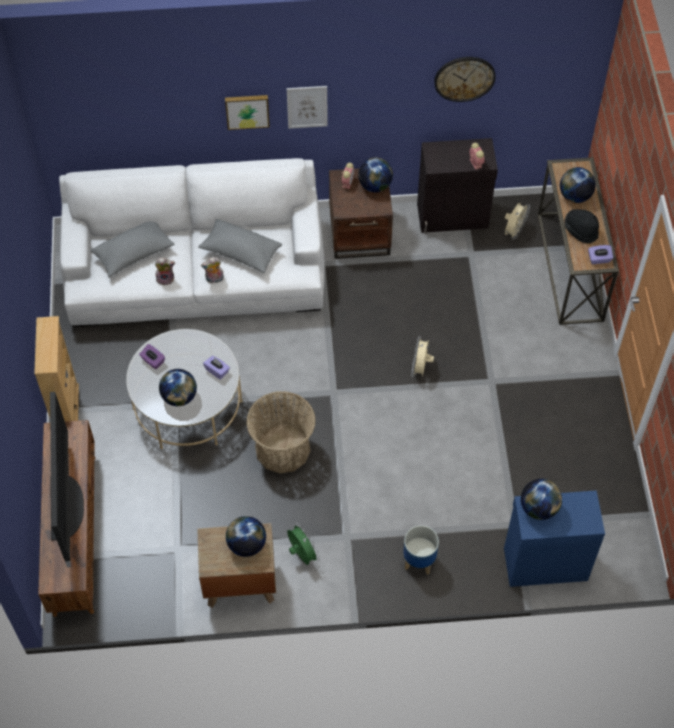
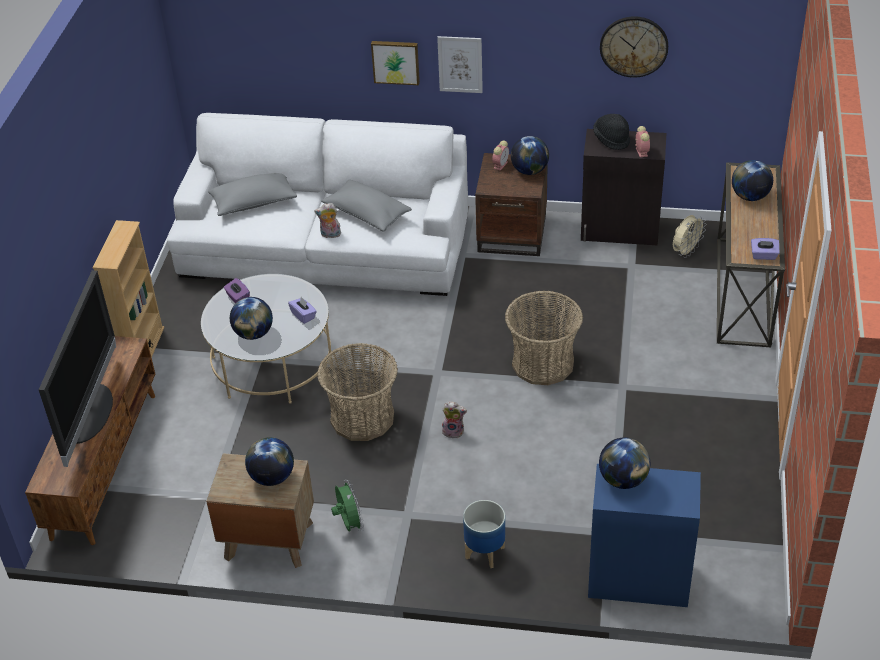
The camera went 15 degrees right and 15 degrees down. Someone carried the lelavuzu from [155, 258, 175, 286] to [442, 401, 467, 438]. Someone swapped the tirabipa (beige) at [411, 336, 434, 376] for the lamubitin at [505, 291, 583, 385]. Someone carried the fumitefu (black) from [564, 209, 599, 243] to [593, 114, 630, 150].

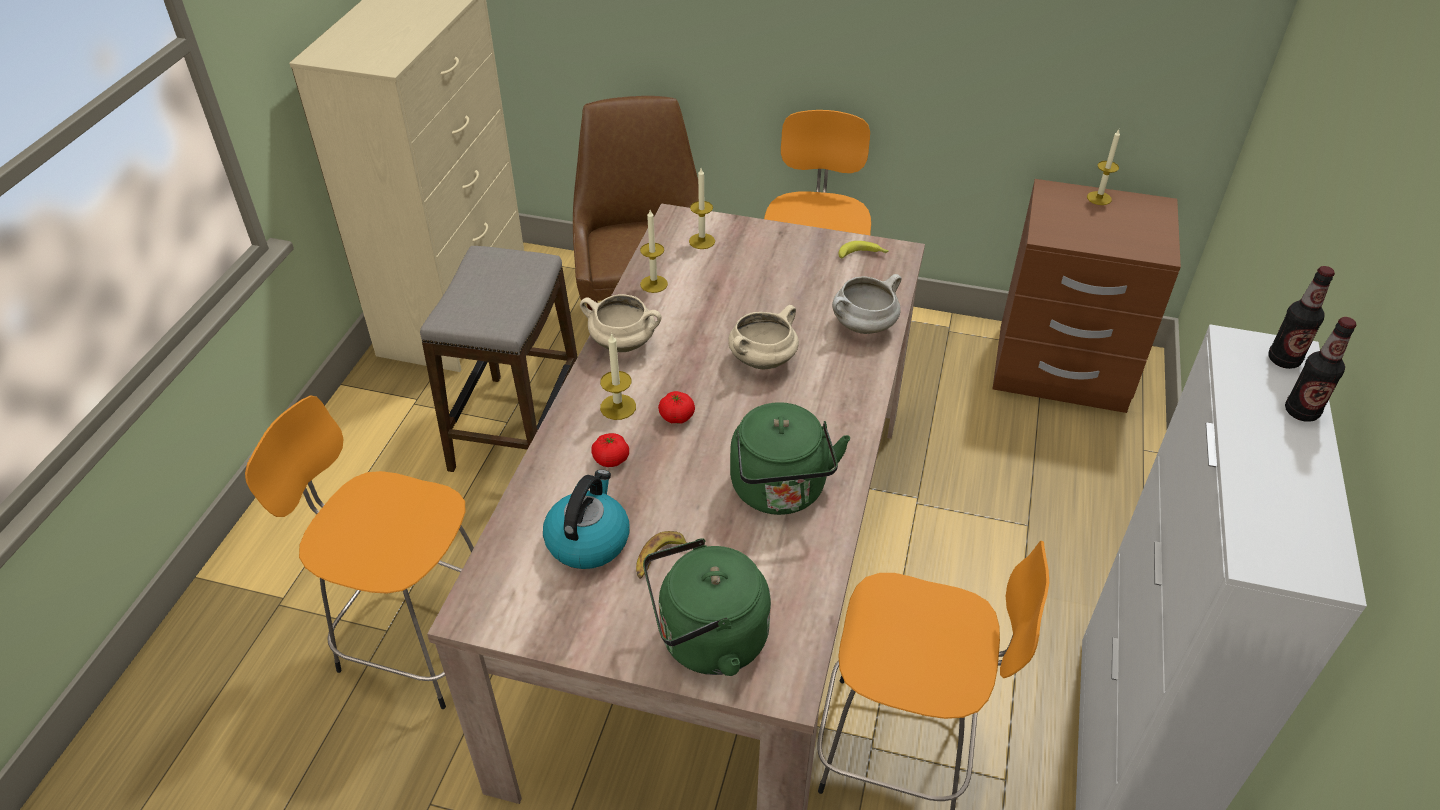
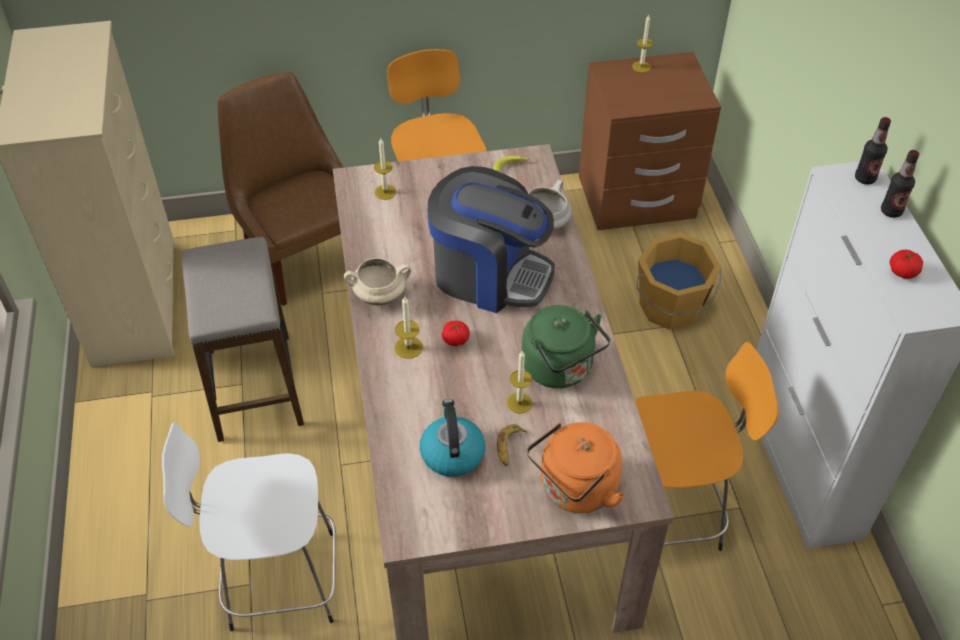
The camera went 25 degrees left and 5 degrees up. Someone repainted the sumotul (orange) at [245, 395, 474, 709], which became the sumotul (white) at [162, 422, 336, 631]. Someone carried the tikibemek from [591, 433, 629, 467] to [889, 250, 923, 279]. Someone carried the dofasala from [640, 210, 668, 293] to [507, 351, 532, 414]. Someone repainted the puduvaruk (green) at [643, 538, 771, 676], which became the puduvaruk (orange) at [527, 422, 625, 513]. Someone swapped the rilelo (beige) at [728, 305, 799, 369] for the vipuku at [428, 166, 555, 313]. Someone put down the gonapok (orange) at [636, 233, 722, 330].

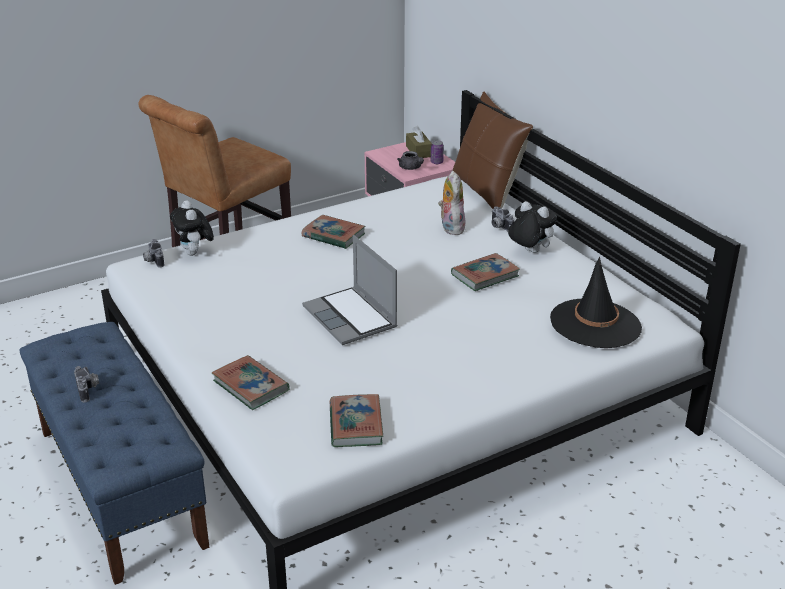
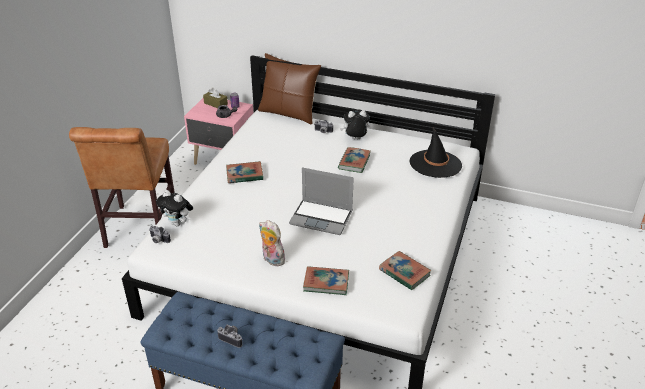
The camera went 40 degrees left and 5 degrees up. Someone carried the lelavuzu from [438, 171, 465, 235] to [259, 220, 285, 266].

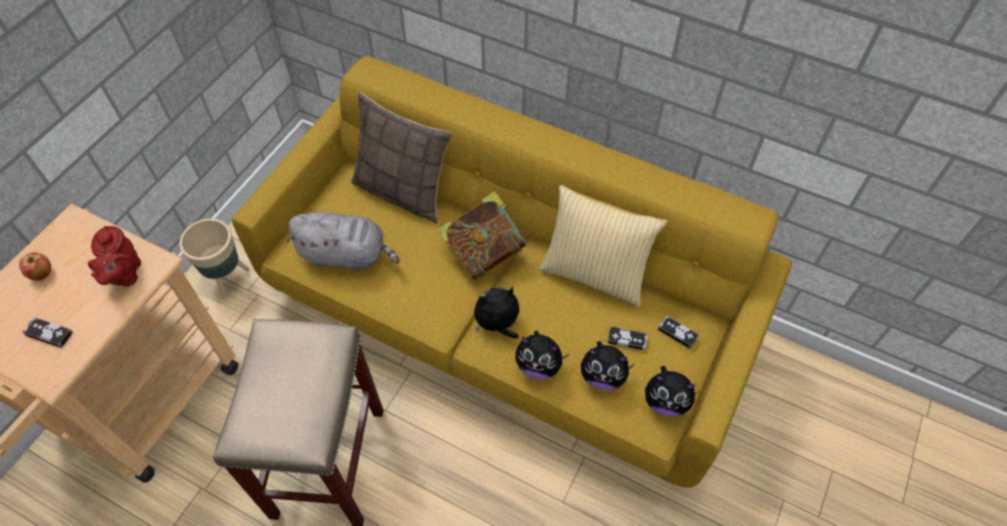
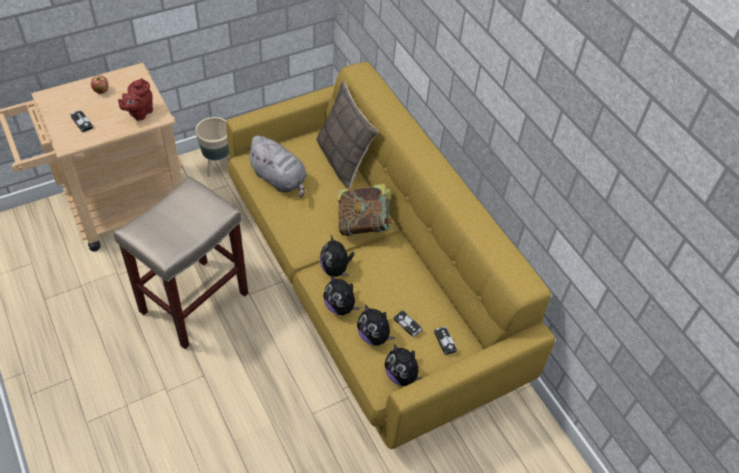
The camera went 30 degrees right and 5 degrees down. Someone rotated the lelavuzu at [474, 287, 519, 338] by 120 degrees counterclockwise. Someone took away the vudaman at [540, 185, 668, 308].

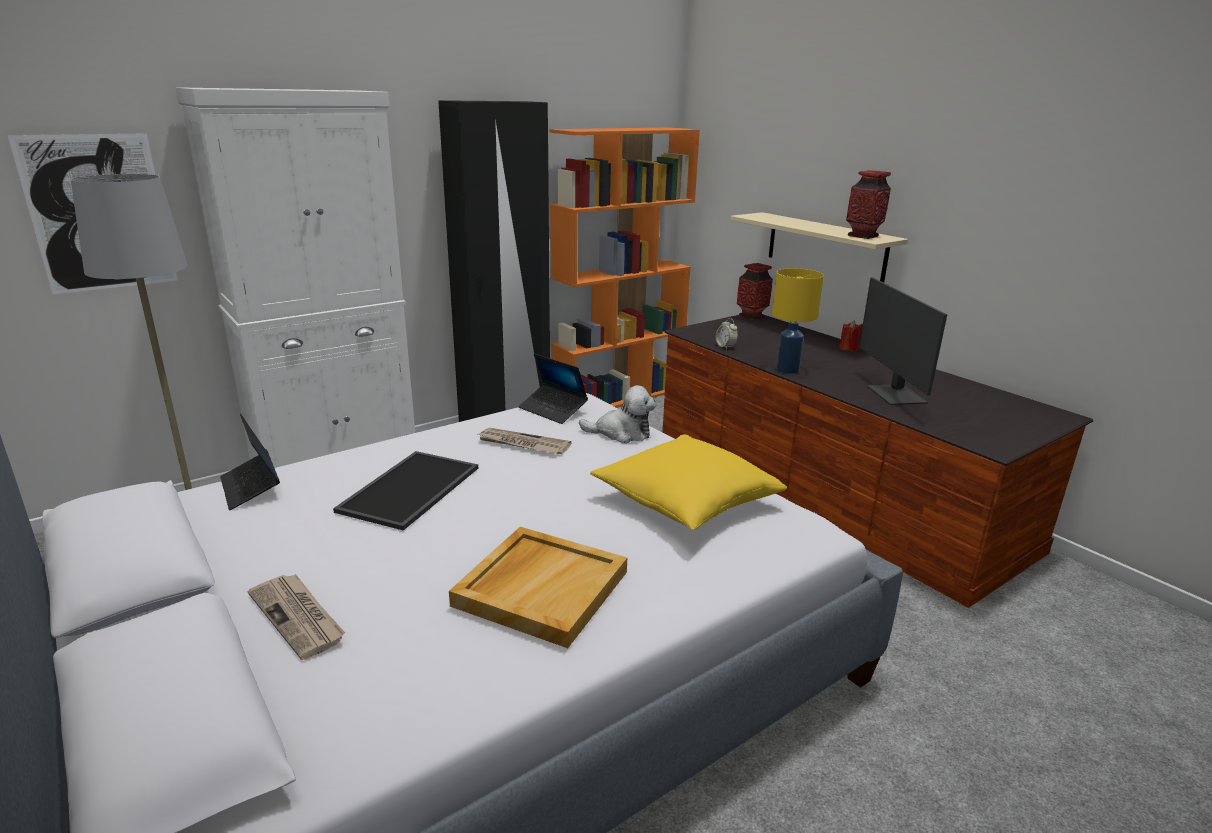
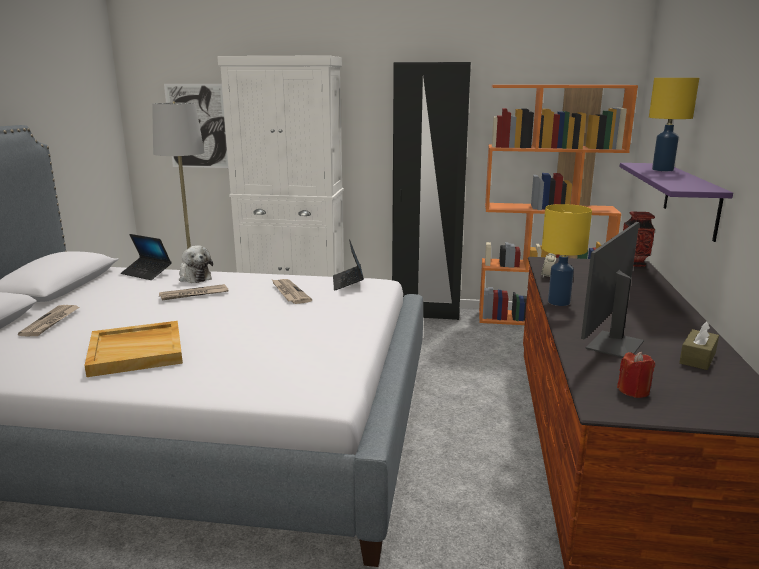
The camera went 45 degrees right and 5 degrees down. Someone rotated the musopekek at [220, 414, 280, 510] by 75 degrees counterclockwise. Someone swapped the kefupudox at [333, 451, 478, 531] for the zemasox at [159, 284, 229, 301]. Someone carried the lelavuzu from [579, 385, 656, 443] to [179, 245, 213, 283]. Someone took away the vudaman (yellow) at [590, 434, 787, 530]. Someone repainted the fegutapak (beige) at [730, 212, 908, 283], which became the fegutapak (purple) at [620, 163, 733, 242]. Someone carried the dofasala (red) from [839, 320, 863, 351] to [617, 352, 655, 398]. Someone took away the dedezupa at [846, 170, 891, 239]. Someone put down the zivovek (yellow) at [649, 78, 699, 171]. Someone put down the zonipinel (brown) at [679, 321, 719, 370].

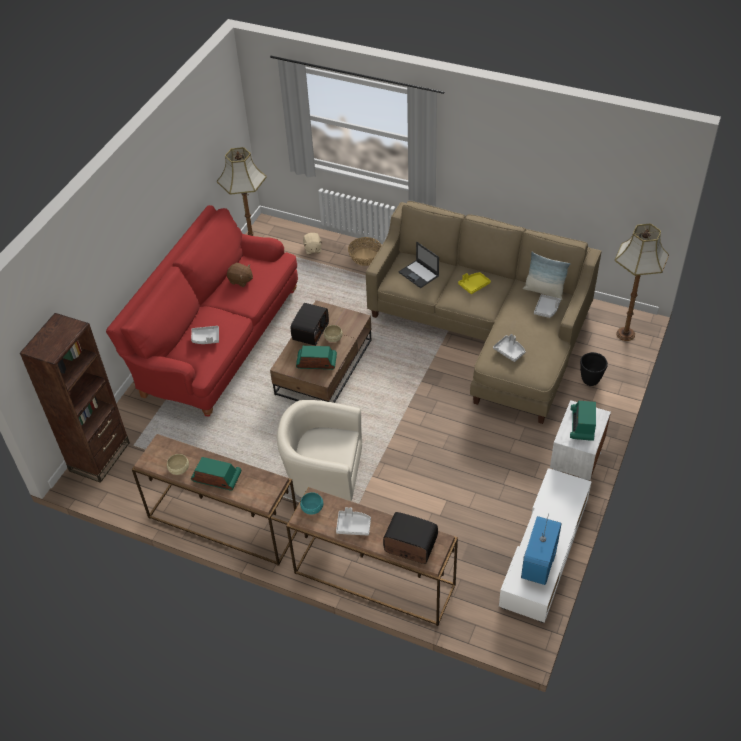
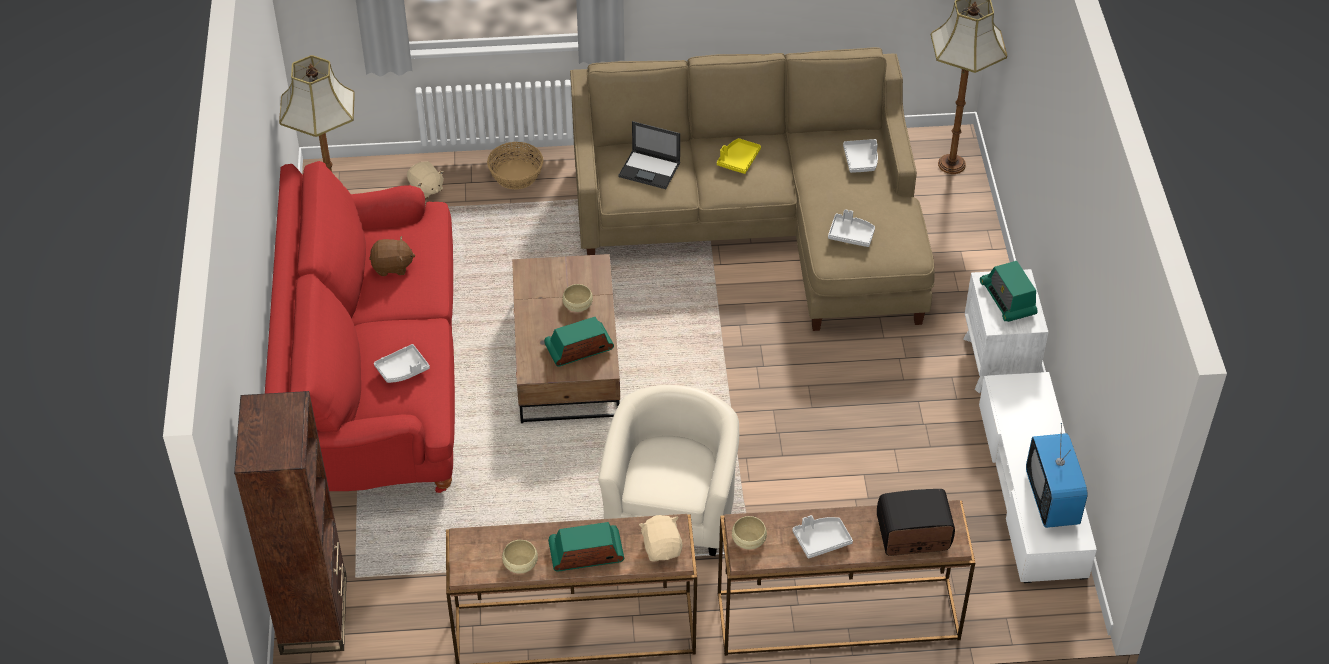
The camera went 30 degrees left and 0 degrees up. Someone rotated the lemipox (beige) at [277, 400, 362, 501] by 120 degrees clockwise. Someone took away the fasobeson at [291, 303, 329, 346]. Someone repainted the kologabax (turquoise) at [300, 492, 323, 515], which became the kologabax (beige) at [732, 516, 767, 550]. Someone took away the vudaman at [523, 252, 571, 300]. Someone took away the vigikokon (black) at [580, 352, 608, 386]. Someone put down the lelavuzu (beige) at [639, 515, 683, 561].

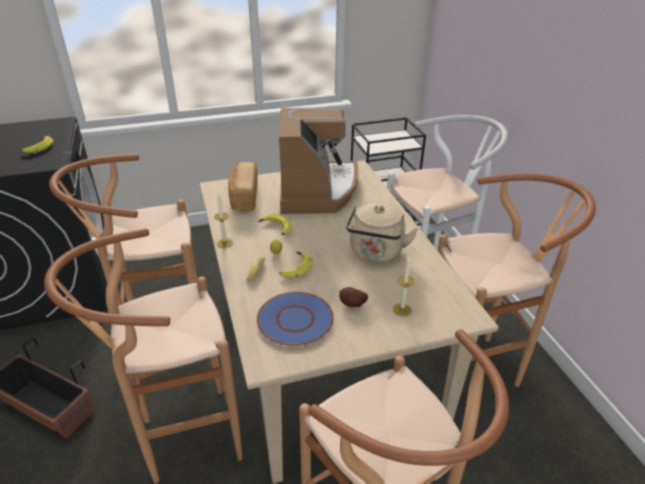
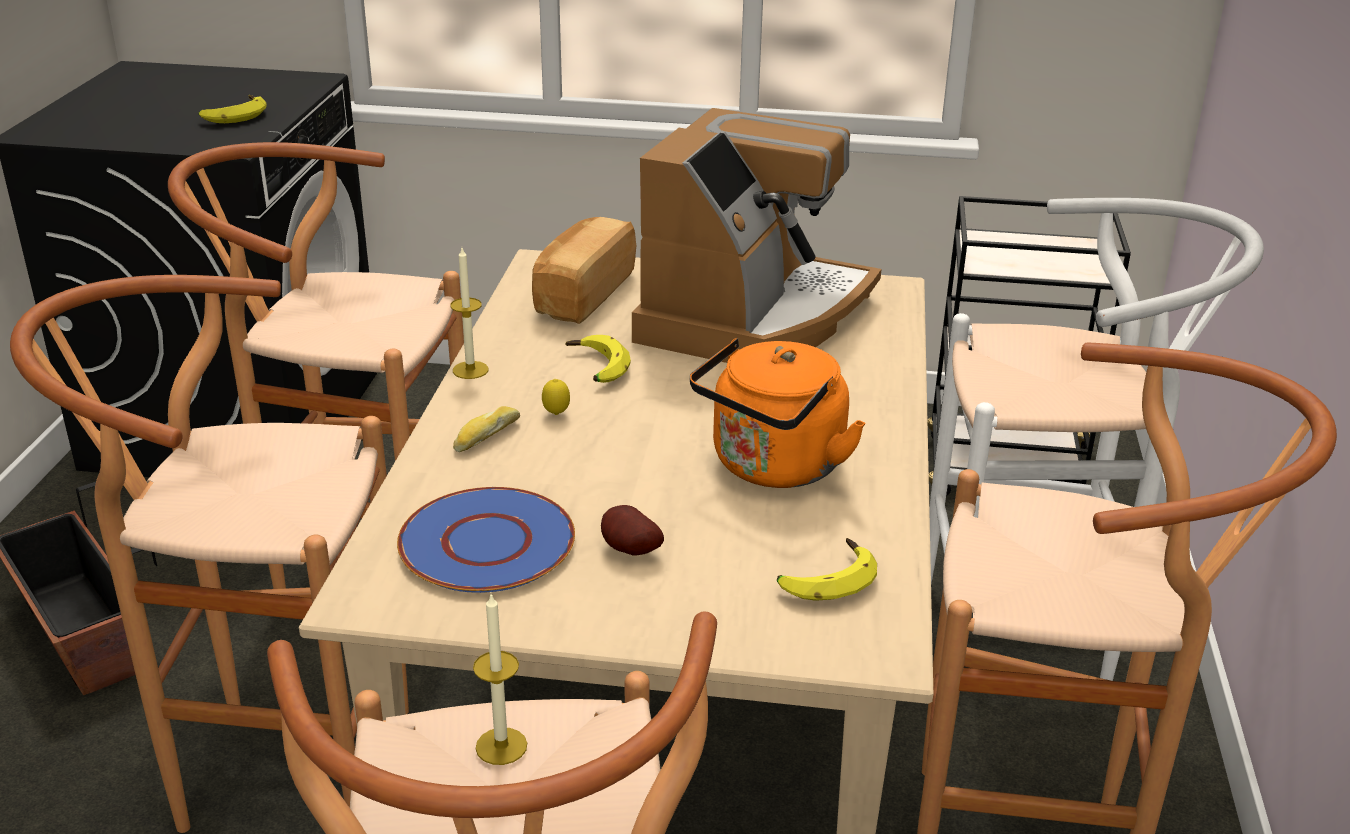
The camera went 25 degrees right and 5 degrees down. Someone carried the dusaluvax from [279, 251, 313, 278] to [777, 538, 877, 601]. Someone repainted the puduvaruk (beige) at [346, 202, 418, 262], which became the puduvaruk (orange) at [690, 338, 866, 488]. Someone carried the dofasala from [393, 255, 414, 317] to [473, 594, 527, 765].

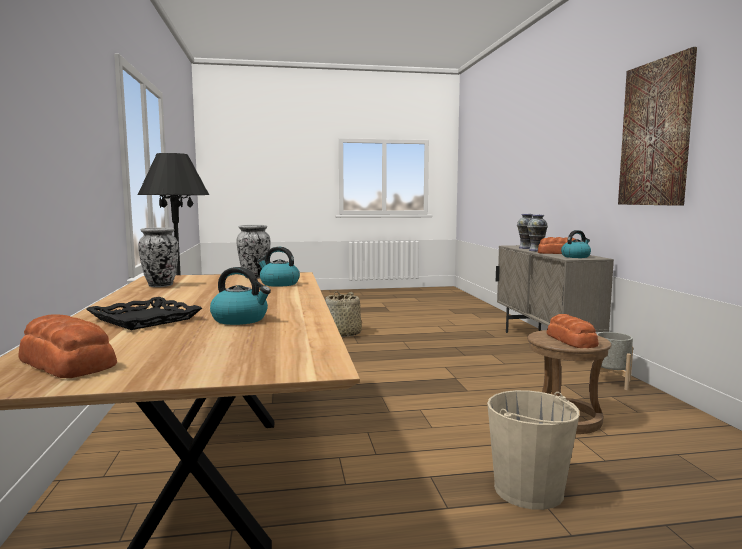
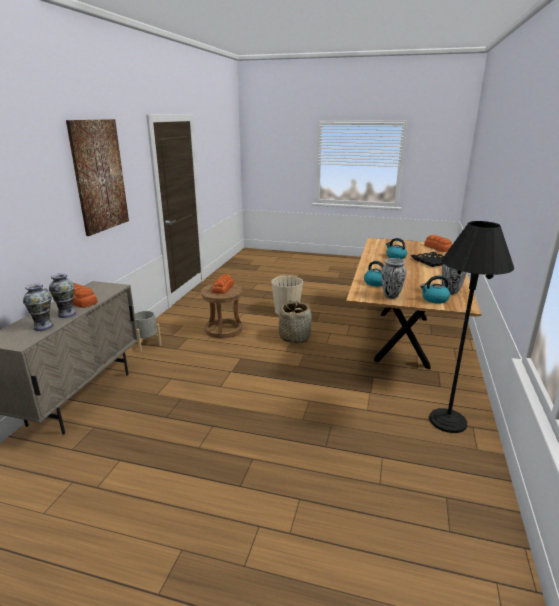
The camera went 155 degrees left and 15 degrees up. Someone carried the lamubitin from [325, 291, 362, 337] to [279, 299, 312, 344]. Someone carried the puduvaruk from [561, 230, 591, 258] to [420, 276, 450, 304].

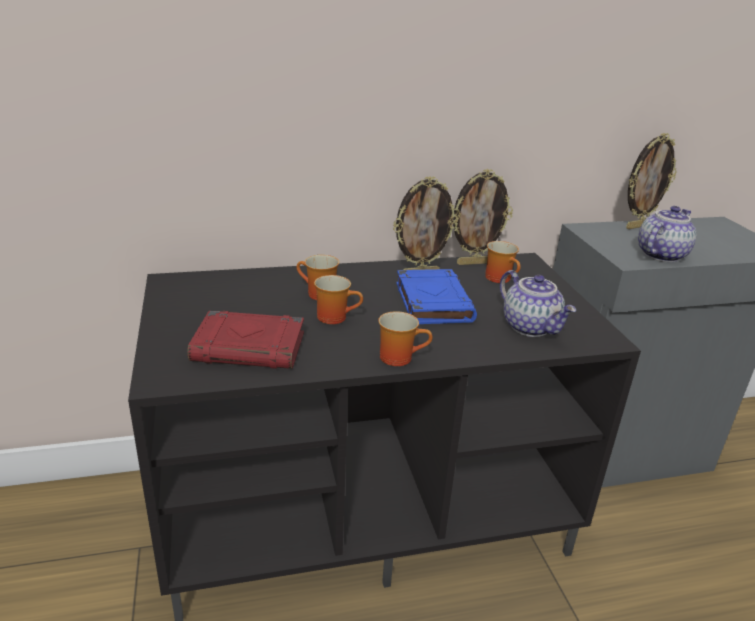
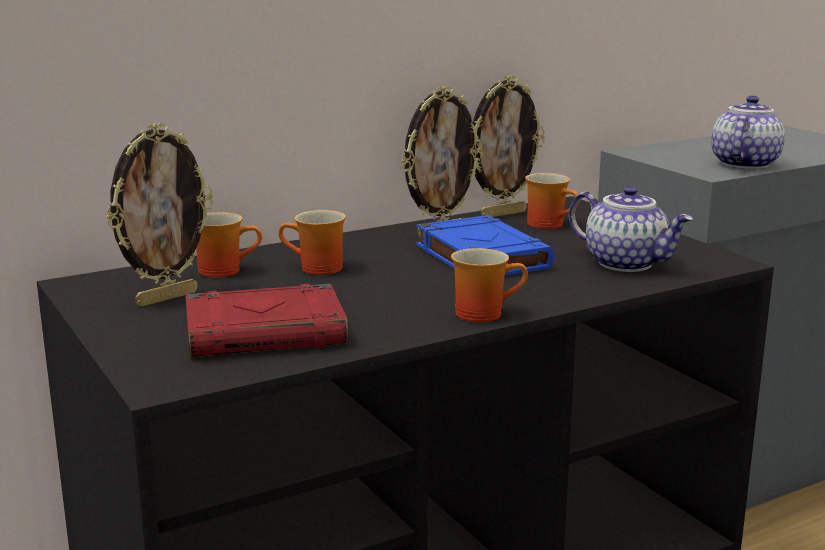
The camera went 15 degrees left and 10 degrees down. Someone carried the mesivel from [314, 275, 363, 324] to [196, 212, 262, 277]. Someone carried the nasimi from [626, 133, 677, 229] to [106, 123, 214, 307].

